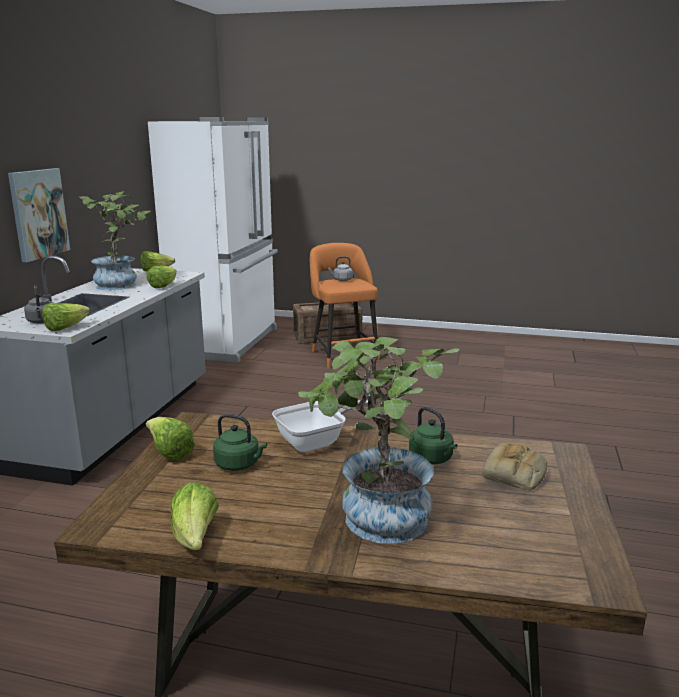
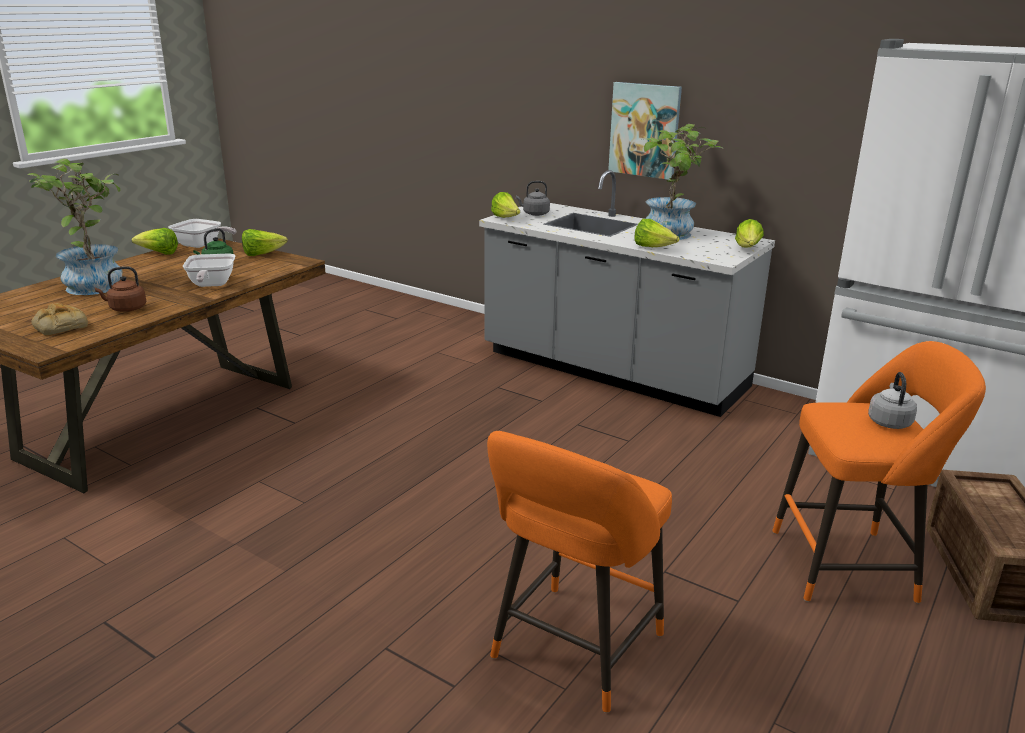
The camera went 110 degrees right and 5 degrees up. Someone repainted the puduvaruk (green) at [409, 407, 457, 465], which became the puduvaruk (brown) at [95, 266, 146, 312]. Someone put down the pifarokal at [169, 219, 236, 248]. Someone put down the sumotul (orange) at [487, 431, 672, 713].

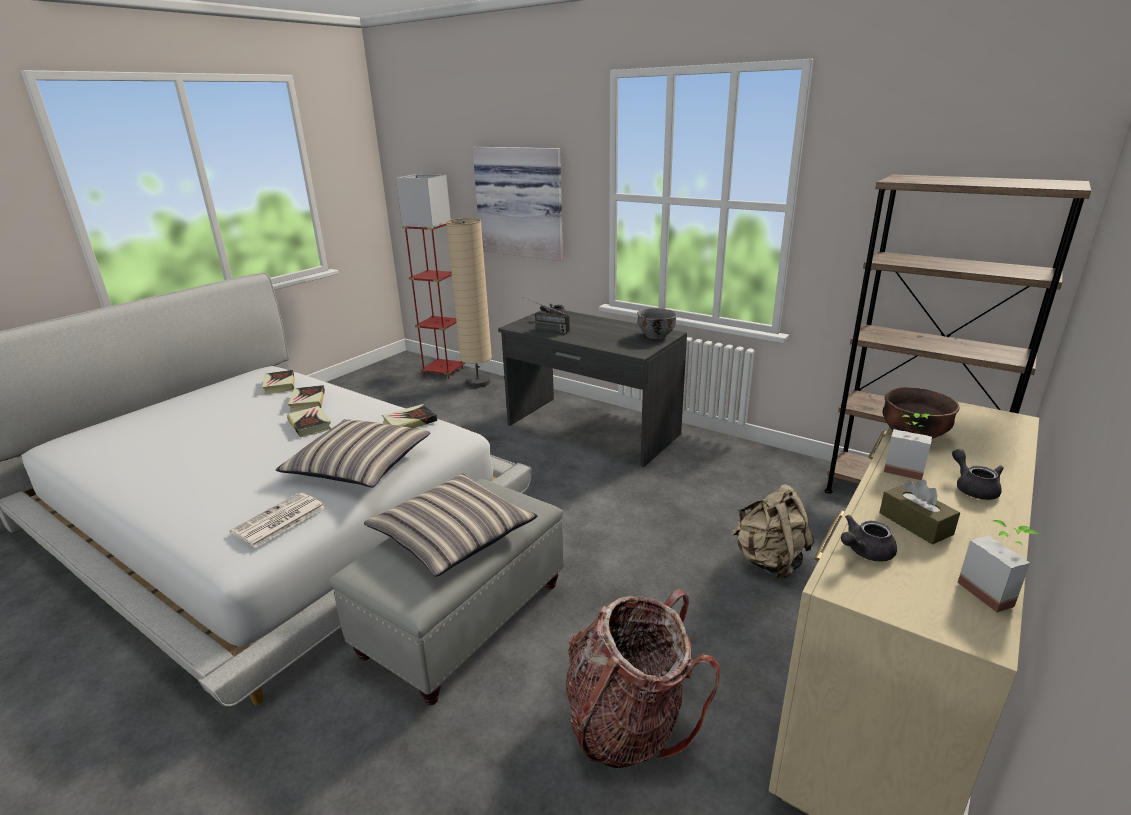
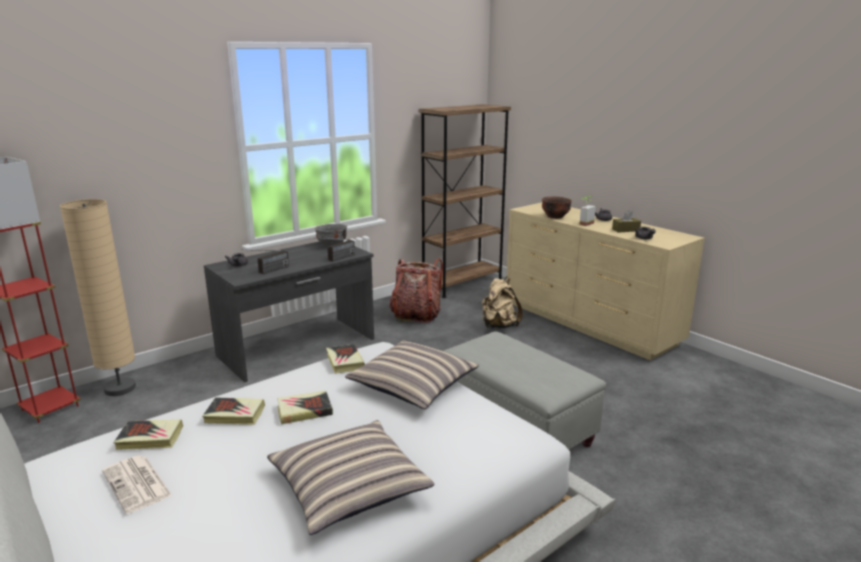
The camera went 75 degrees left and 5 degrees down. Someone carried the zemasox from [230, 492, 325, 548] to [102, 456, 172, 514]. Someone carried the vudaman from [364, 474, 538, 577] to [267, 420, 434, 535]. Someone took away the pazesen at [472, 147, 563, 261]. Someone carried the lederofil from [566, 589, 720, 768] to [389, 258, 443, 323]. Someone took away the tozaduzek at [957, 520, 1040, 613]. Someone put down the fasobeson at [314, 238, 355, 262].

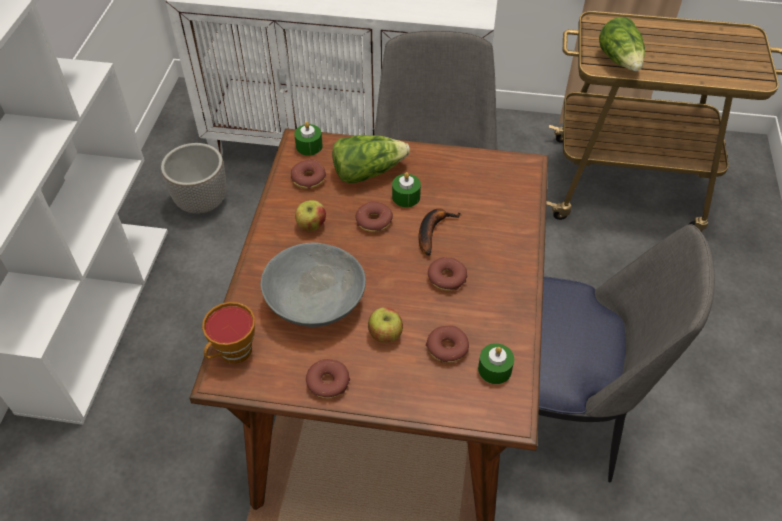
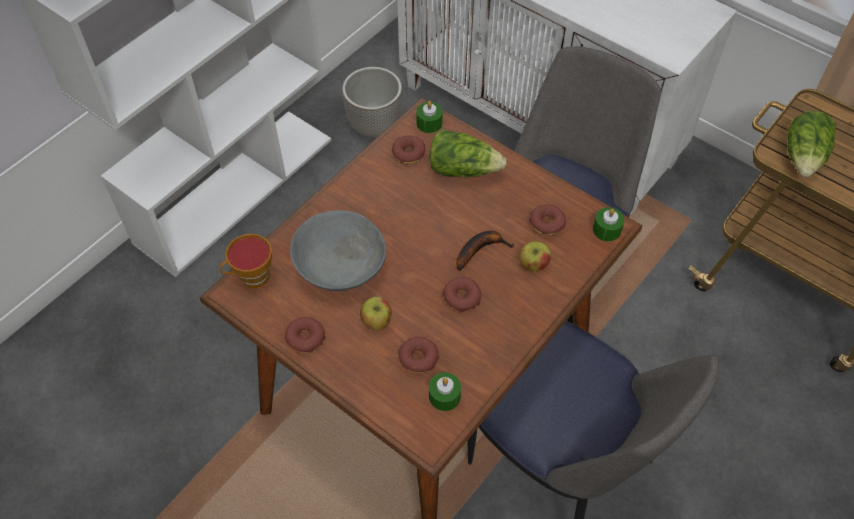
The camera went 30 degrees right and 5 degrees up. Someone carried the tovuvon from [295, 200, 326, 231] to [520, 241, 551, 272]. Someone carried the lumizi from [355, 202, 393, 232] to [529, 204, 566, 235]. Someone carried the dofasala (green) from [392, 172, 421, 207] to [593, 207, 625, 241].

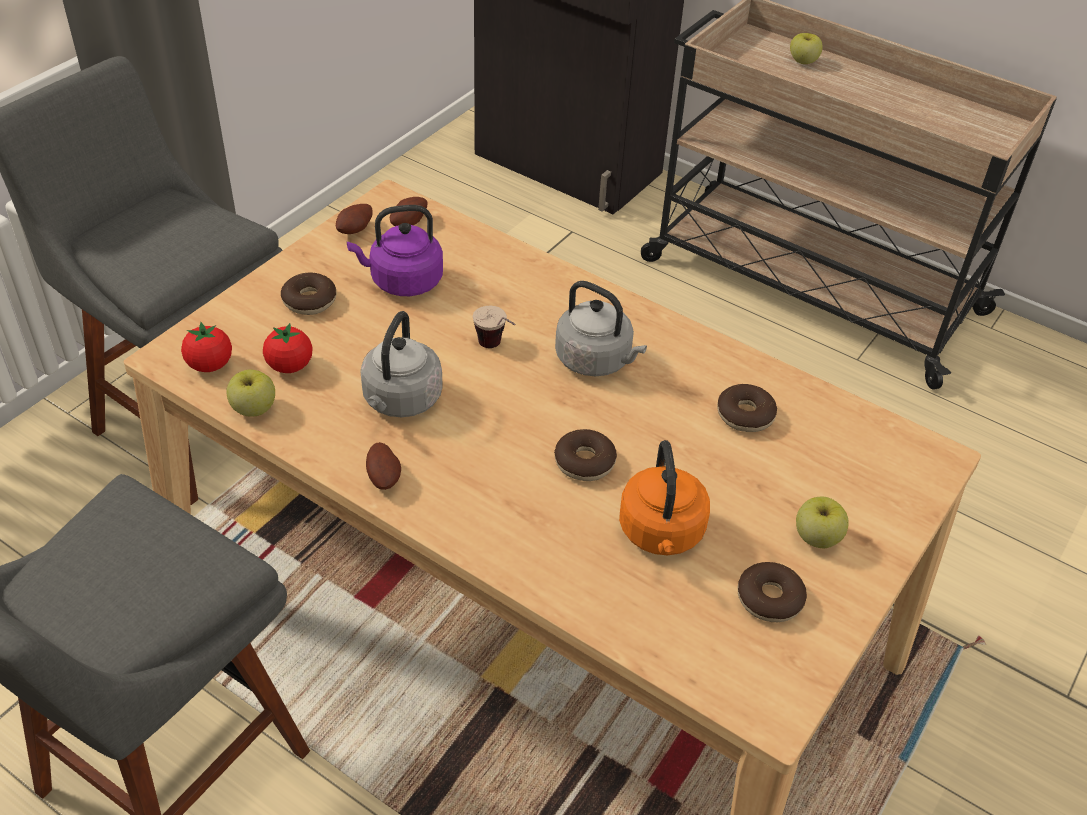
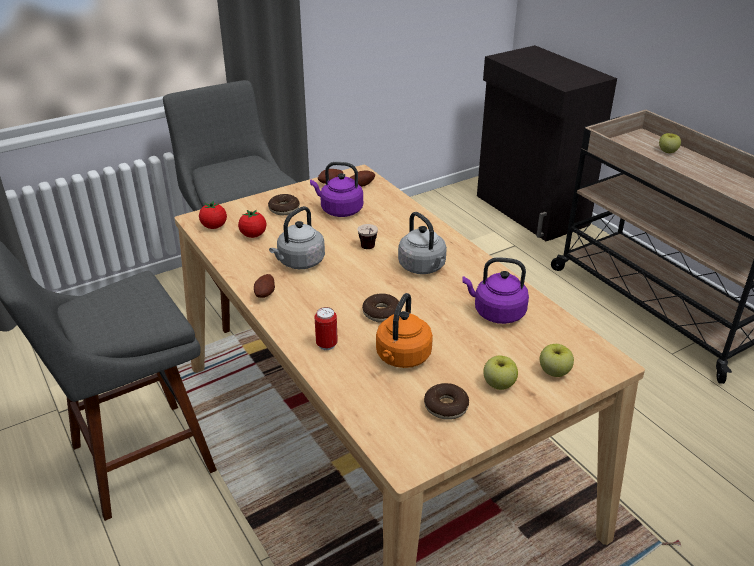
The camera went 25 degrees right and 10 degrees down. Someone carried the tovuvon from [226, 369, 275, 417] to [540, 344, 574, 377]. Someone swapped the lumizi at [717, 384, 777, 432] for the puduvaruk (purple) at [463, 257, 529, 324]. Someone put down the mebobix at [314, 307, 338, 350].

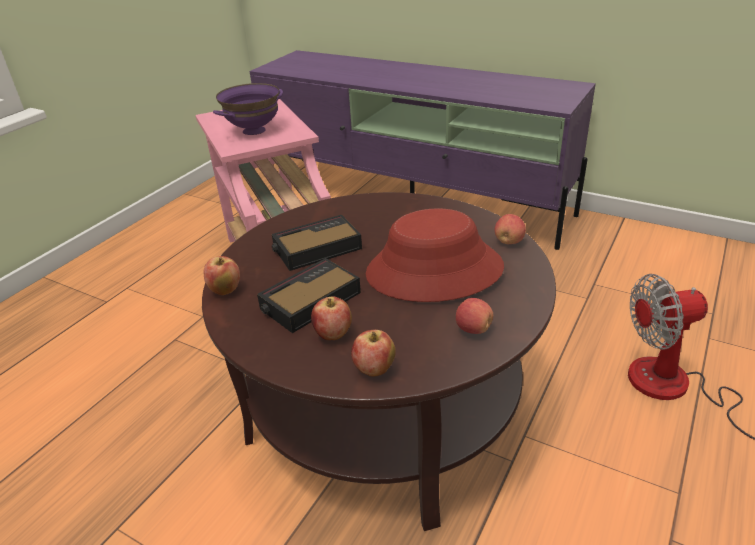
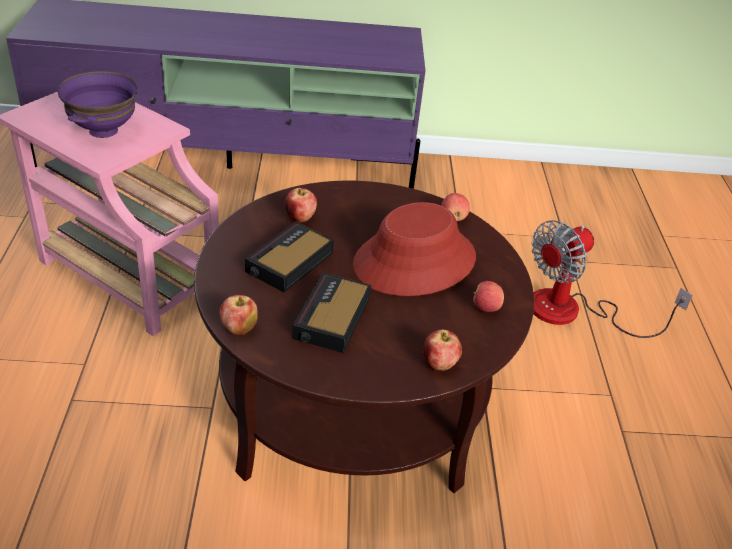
The camera went 35 degrees left and 5 degrees up. Someone carried the tovuvon from [311, 297, 352, 340] to [284, 188, 317, 223].

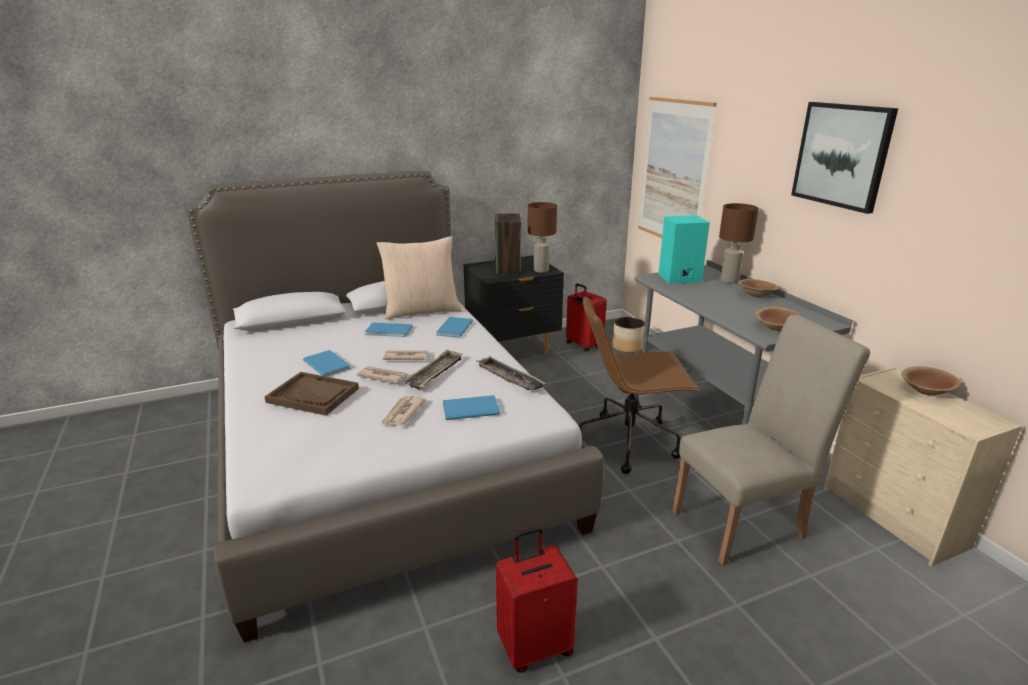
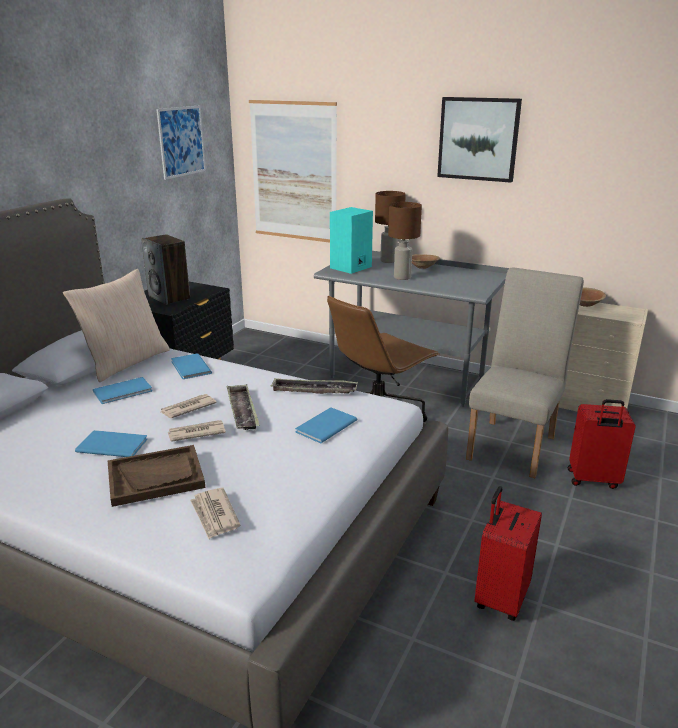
The camera went 40 degrees left and 0 degrees up. Someone carried the zemasox from [381, 396, 426, 426] to [190, 488, 240, 539]. Someone carried the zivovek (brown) from [528, 202, 557, 273] to [388, 202, 422, 280]. Someone carried the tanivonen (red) from [566, 283, 607, 352] to [568, 399, 636, 489]. Someone took away the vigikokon at [612, 317, 645, 353]. Someone took away the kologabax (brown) at [755, 307, 801, 331]. Someone put up the pazesen at [156, 105, 206, 180].

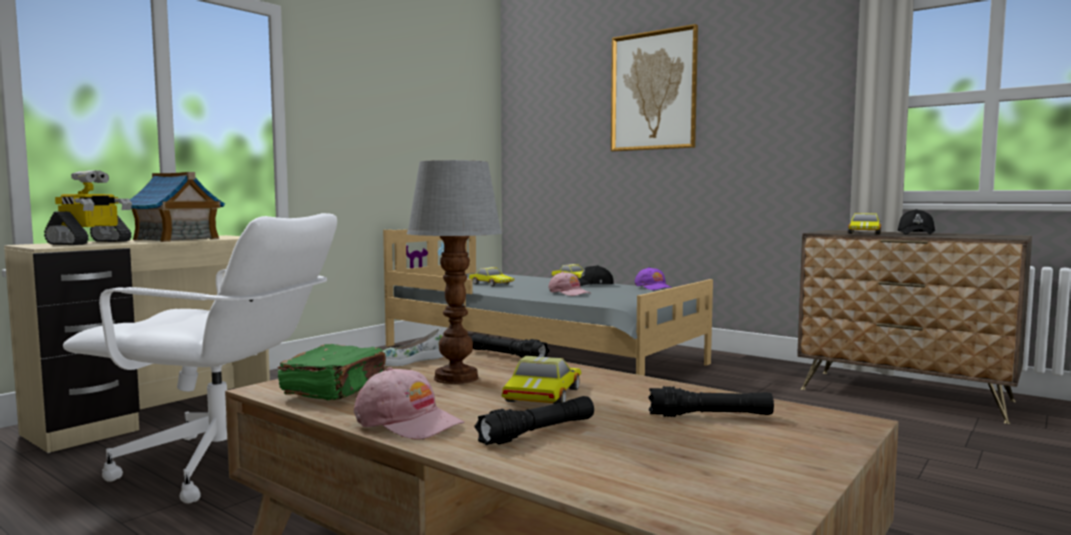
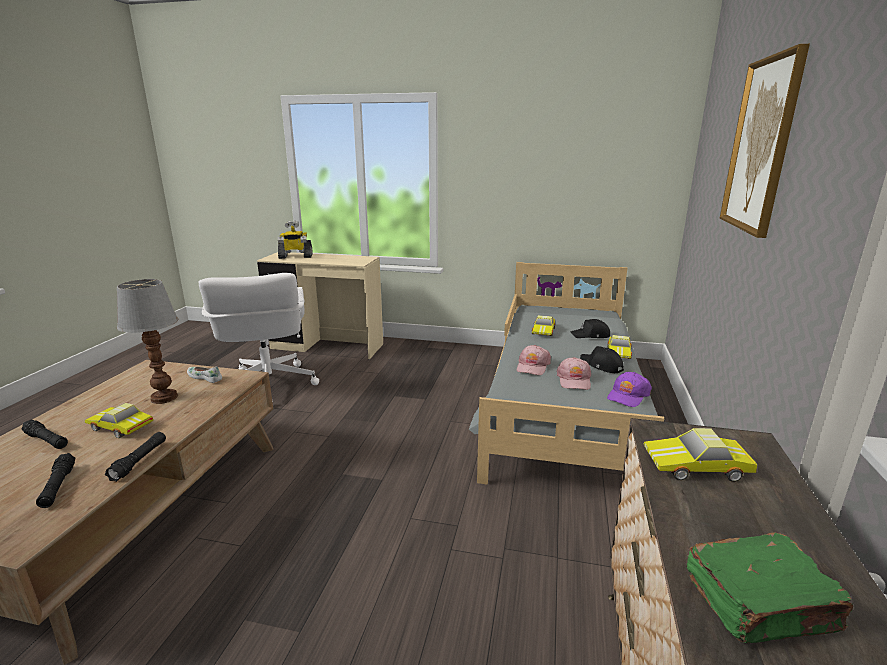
The camera went 65 degrees right and 15 degrees up. Someone took away the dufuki at [130, 172, 225, 242]. Someone carried the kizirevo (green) from [277, 344, 386, 400] to [686, 533, 853, 643]. Someone carried the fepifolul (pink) from [354, 367, 464, 440] to [557, 357, 591, 390]. Someone carried the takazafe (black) from [471, 334, 550, 358] to [105, 432, 166, 482]. Someone rotated the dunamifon at [502, 356, 581, 404] by 150 degrees counterclockwise. Someone carried the fepifolul (black) from [897, 209, 935, 235] to [570, 319, 610, 338].

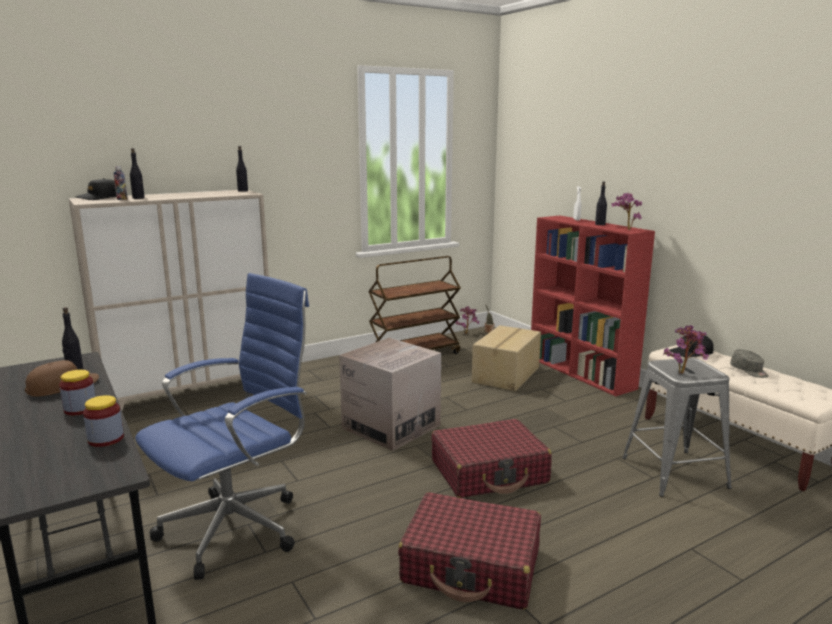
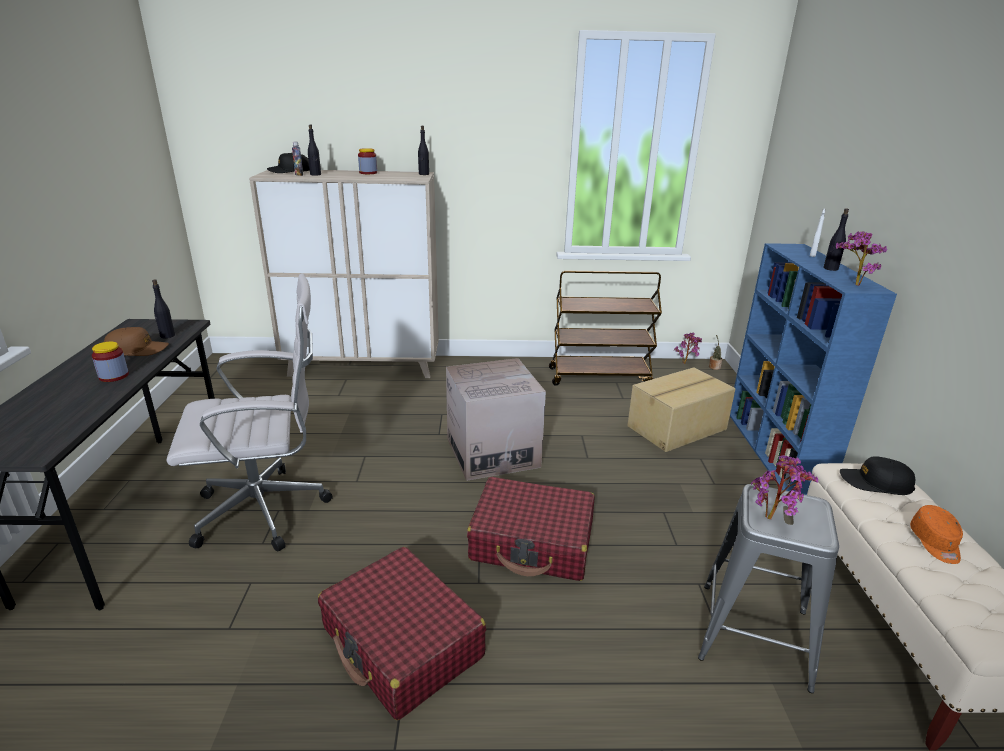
The camera went 30 degrees right and 10 degrees up. Someone carried the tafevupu from [83, 395, 124, 447] to [358, 148, 377, 174]. Someone repainted the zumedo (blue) at [135, 273, 309, 580], which became the zumedo (white) at [167, 274, 333, 551]. Someone repainted the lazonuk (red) at [531, 215, 655, 396], which became the lazonuk (blue) at [730, 243, 897, 495]. Someone repainted the fepifolul (grey) at [730, 349, 768, 378], which became the fepifolul (orange) at [910, 505, 963, 564].

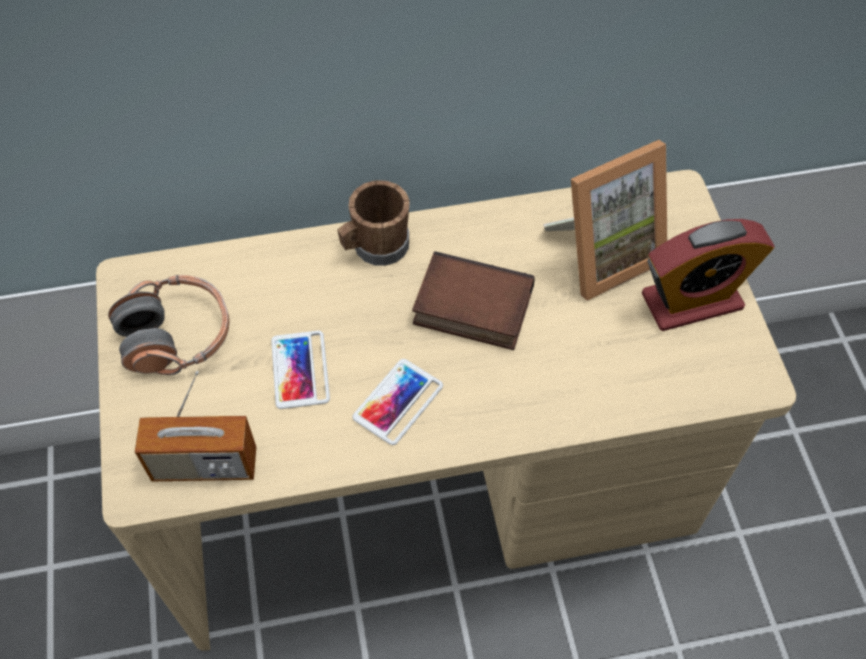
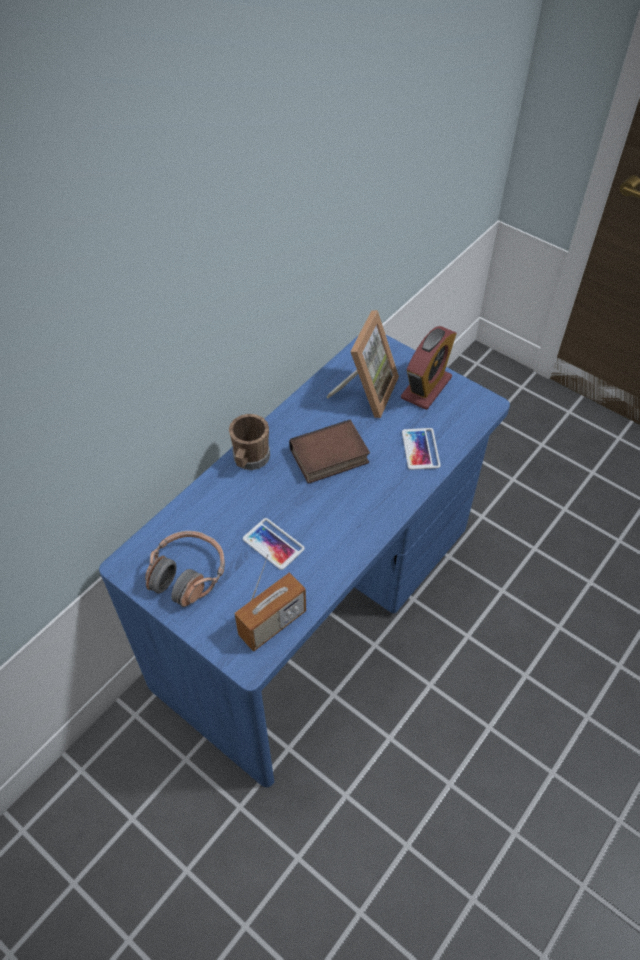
The camera went 40 degrees left and 5 degrees down. Someone repainted the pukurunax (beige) at [96, 170, 796, 651], which became the pukurunax (blue) at [99, 335, 510, 787]. Someone carried the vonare from [353, 359, 443, 445] to [402, 428, 441, 470].

